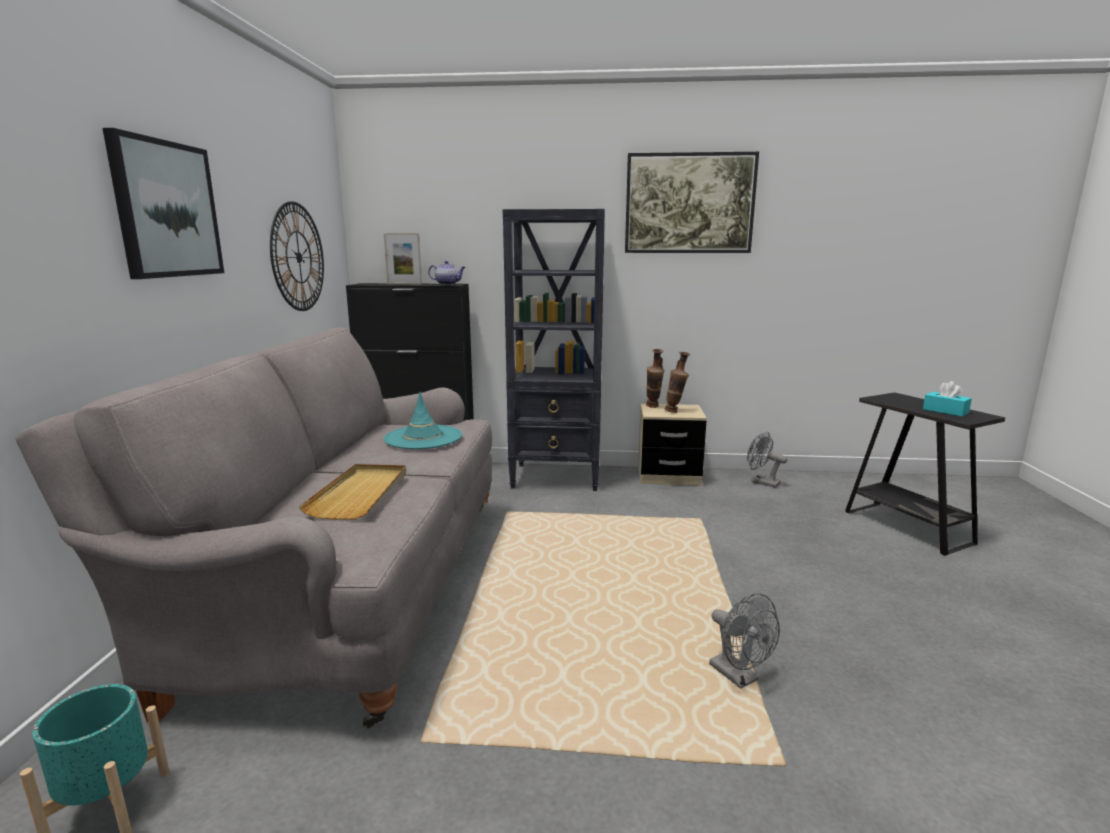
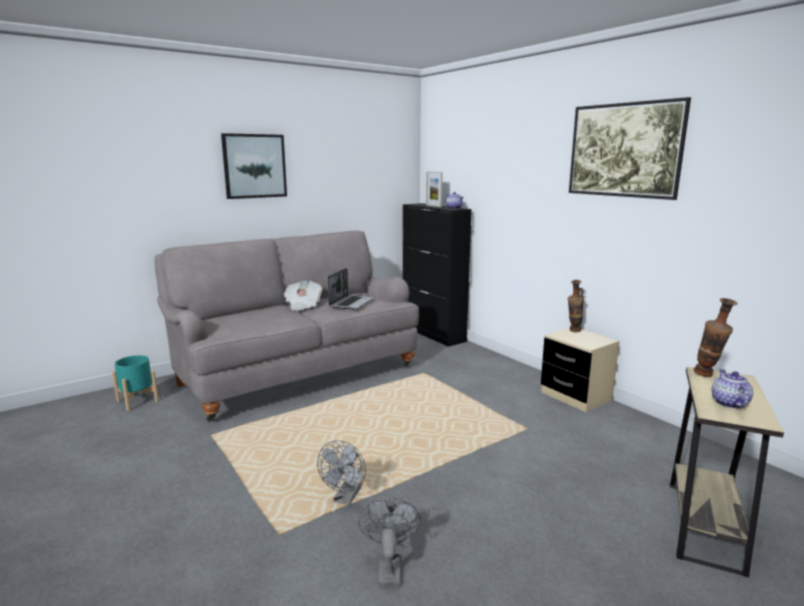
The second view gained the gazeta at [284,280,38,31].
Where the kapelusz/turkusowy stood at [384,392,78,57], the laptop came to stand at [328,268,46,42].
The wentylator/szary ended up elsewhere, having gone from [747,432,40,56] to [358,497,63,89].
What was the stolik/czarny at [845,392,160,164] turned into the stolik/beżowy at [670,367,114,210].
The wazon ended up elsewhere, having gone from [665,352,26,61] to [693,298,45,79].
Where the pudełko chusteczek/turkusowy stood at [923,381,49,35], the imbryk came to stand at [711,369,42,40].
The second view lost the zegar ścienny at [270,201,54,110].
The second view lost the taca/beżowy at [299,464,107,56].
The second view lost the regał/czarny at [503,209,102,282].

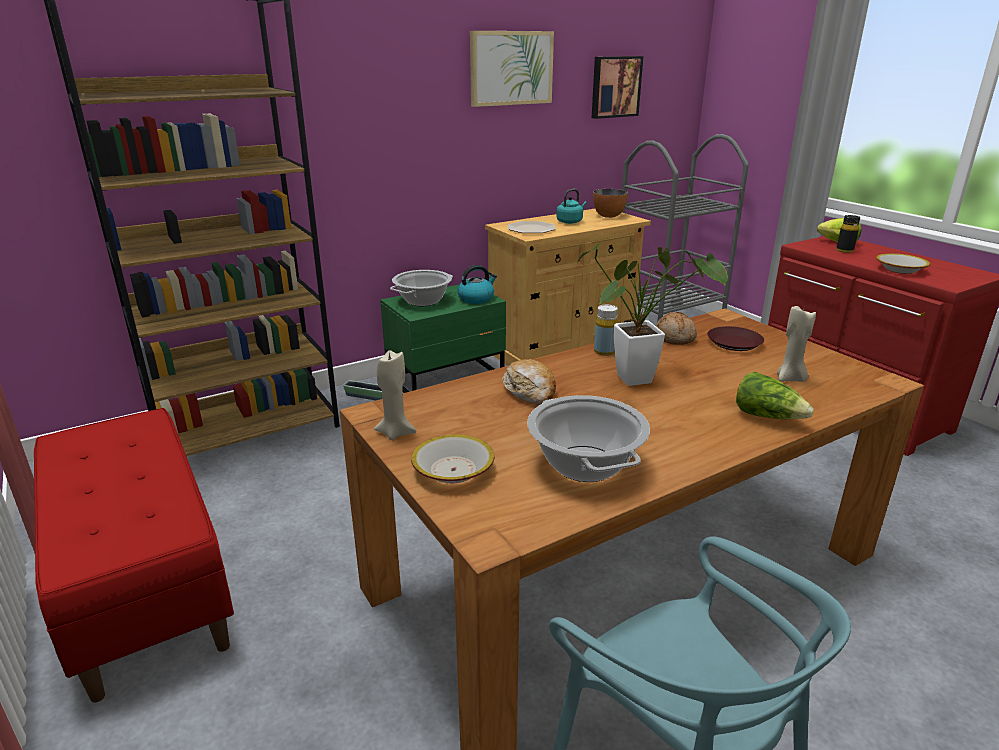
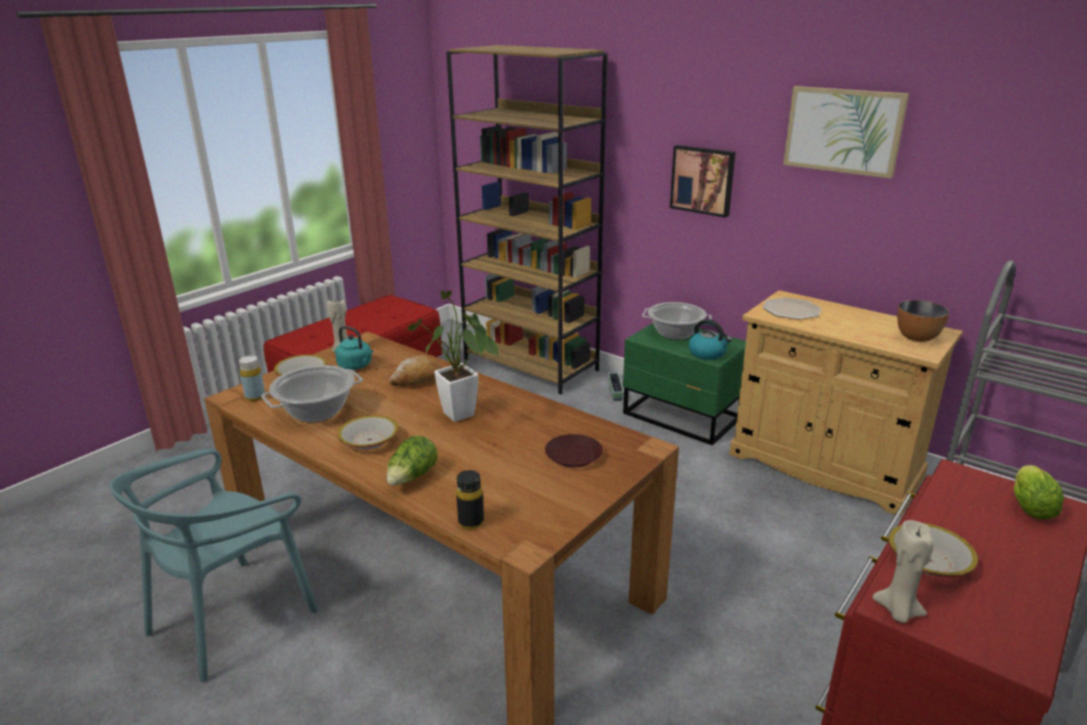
The butelka/żółty ended up elsewhere, having gone from [594,305,24,51] to [239,355,26,46].
The czajnik/turkusowy ended up elsewhere, having gone from [557,189,30,35] to [335,326,38,44].
The second view gained the miska at [337,415,61,35].
The butelka/czarny ended up elsewhere, having gone from [836,215,24,38] to [456,470,28,59].
The obraz ended up elsewhere, having gone from [592,56,51,63] to [670,145,65,73].
The świeca/beżowy ended up elsewhere, having gone from [777,306,39,76] to [872,520,61,103].
The second view lost the chleb at [656,312,41,33].

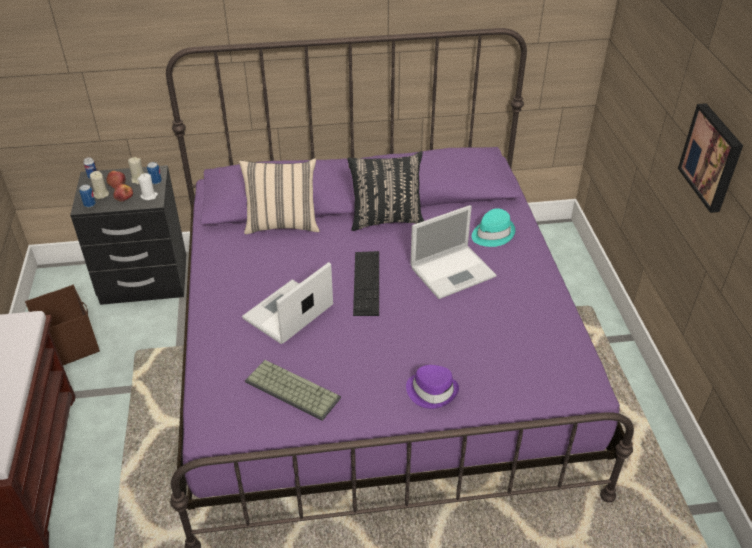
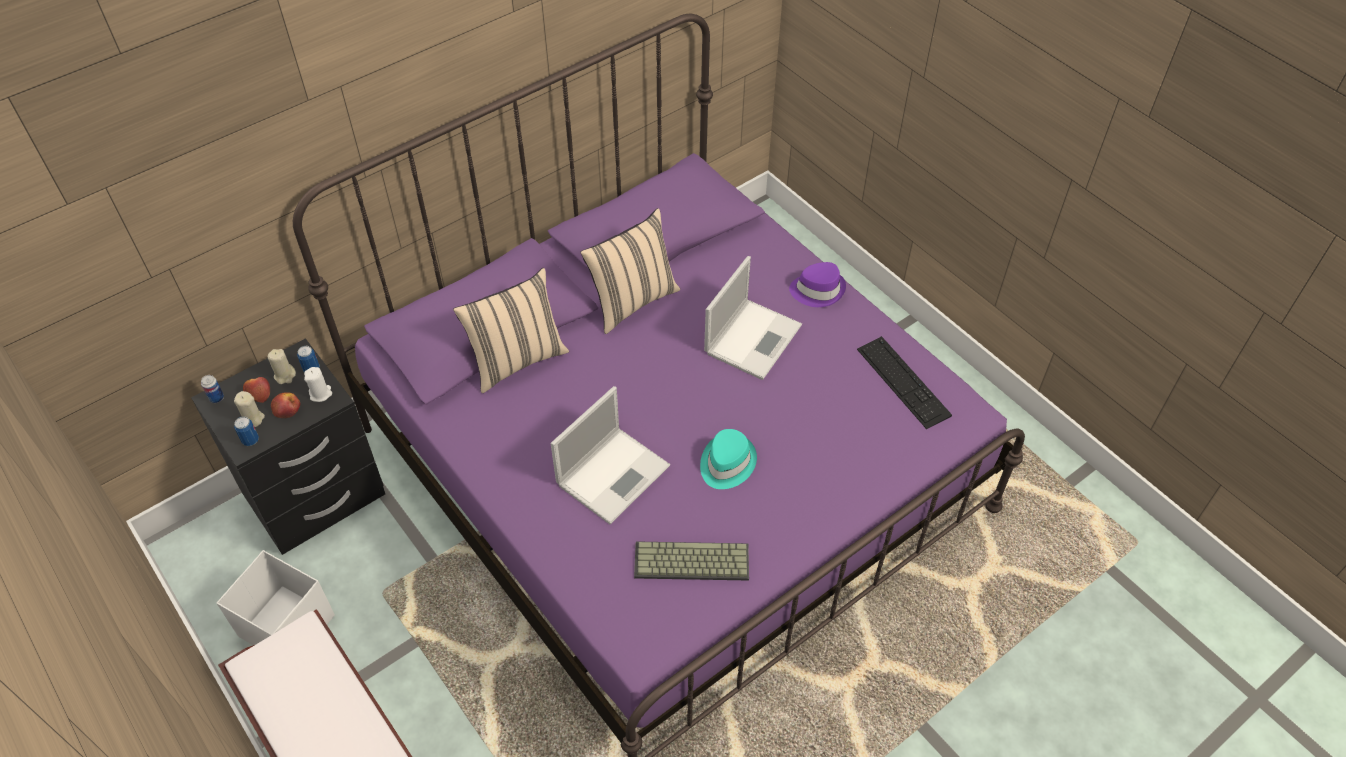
What was the pojemnik do przechowywania/brązowy at [25,285,75,80] turned into the pojemnik do przechowywania/biały at [217,550,118,95].
The laptop at [242,262,91,82] ended up facing another way, 150 degrees counterclockwise from before.
What was the poduszka/czarny at [347,151,77,80] turned into the poduszka/beżowy at [580,208,100,126].
The kapelusz/turkusowy ended up elsewhere, having gone from [472,208,43,39] to [700,429,57,60].
The kapelusz/fioletowy ended up elsewhere, having gone from [406,365,53,44] to [789,262,57,45].
The klawiatura ended up elsewhere, having gone from [353,251,26,65] to [857,336,95,93].
The second view lost the obraz at [678,103,65,110].

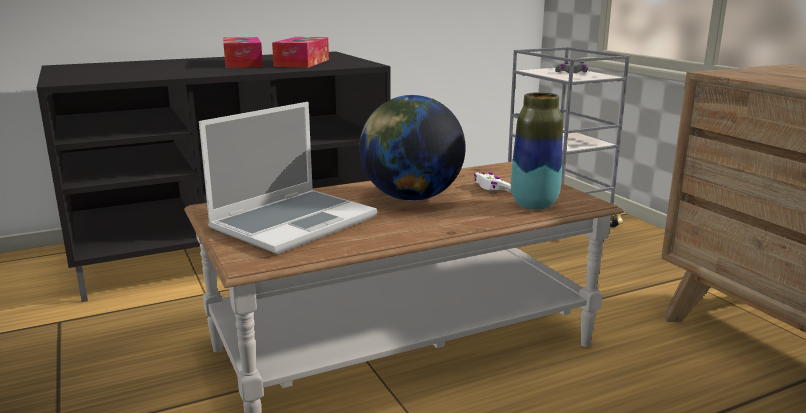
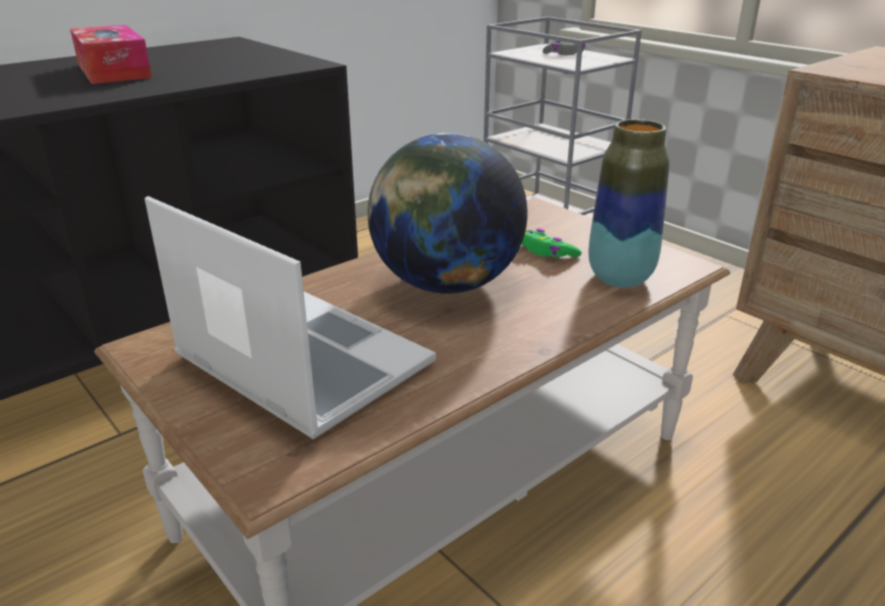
The laptop at [199,102,178,152] ended up facing another way, 75 degrees counterclockwise from before.
What was the pad do gier/biały at [474,172,38,21] turned into the pad do gier/zielony at [522,228,60,29].
The second view lost the pudełko chusteczek at [272,37,57,31].

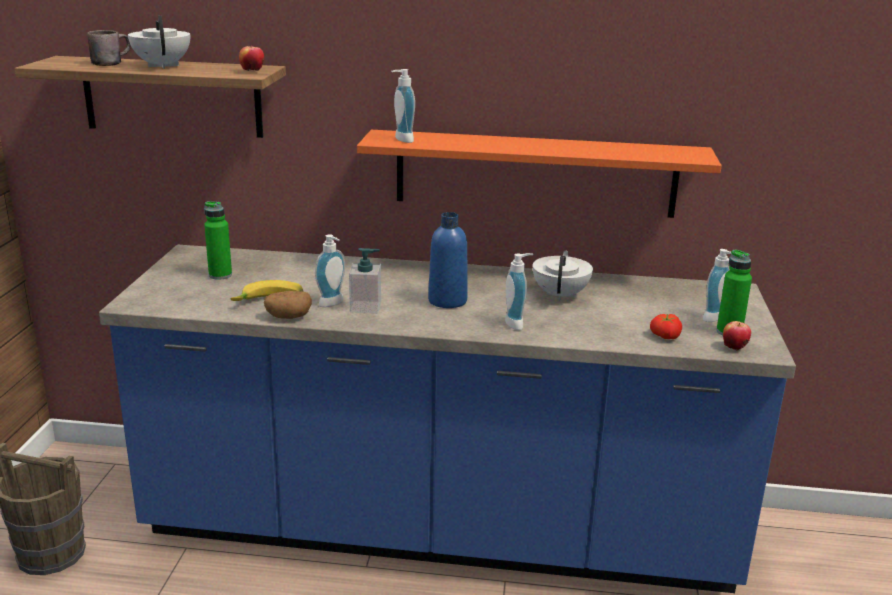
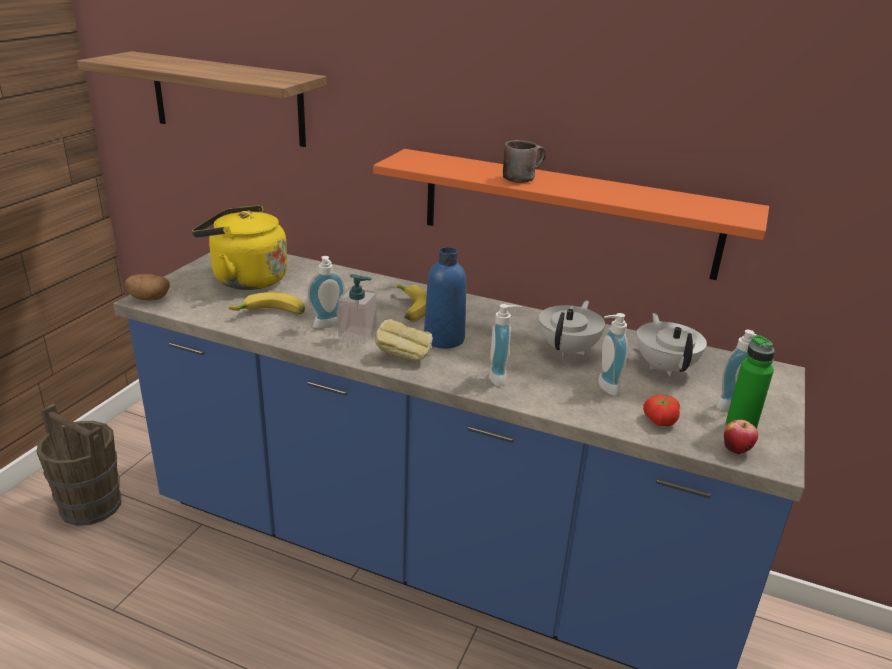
The ziemniak ended up elsewhere, having gone from [264,291,48,28] to [125,274,45,27].
Where the butelka/zielony stood at [204,201,28,79], the czajnik/żółty came to stand at [192,205,96,85].
The second view gained the chleb at [375,319,58,44].
The second view gained the banan at [397,282,30,39].
The kubek/brązowy ended up elsewhere, having gone from [87,30,44,36] to [503,140,43,43].
The dozownik mydła ended up elsewhere, having gone from [391,69,24,74] to [598,313,30,83].
The imbryk/biały ended up elsewhere, having gone from [128,16,62,53] to [637,313,70,63].
The second view lost the jabłko at [239,46,25,25].

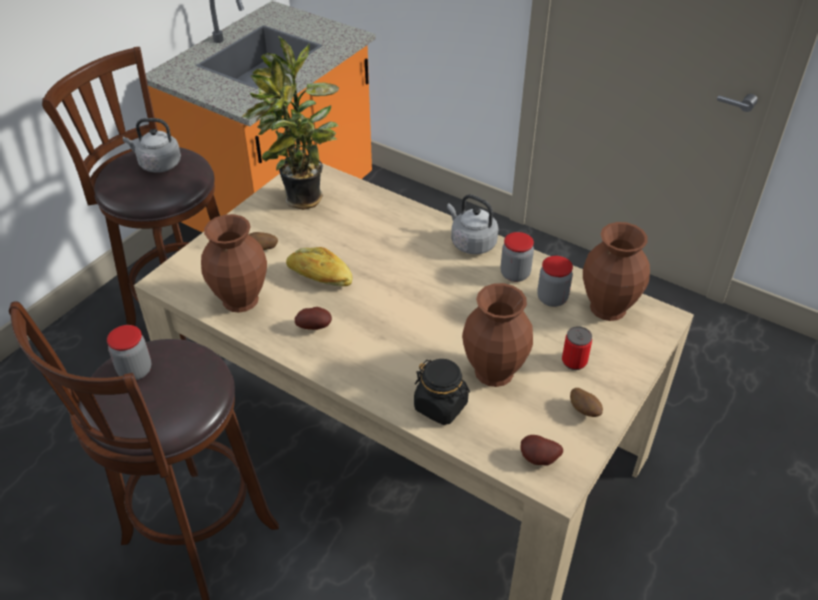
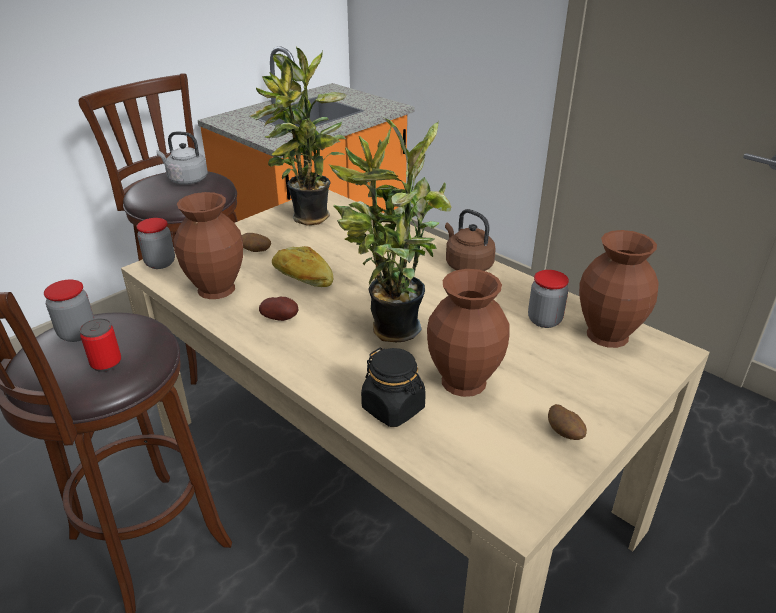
The puszka ended up elsewhere, having gone from [562,326,30,44] to [80,318,41,54].
The słoik ended up elsewhere, having gone from [500,232,34,50] to [136,218,39,51].
The second view gained the roślina doniczkowa at [329,117,122,225].
What was the czajnik/szary at [447,194,52,60] turned into the czajnik/brązowy at [445,209,51,62].
The second view lost the ziemniak at [520,435,43,31].

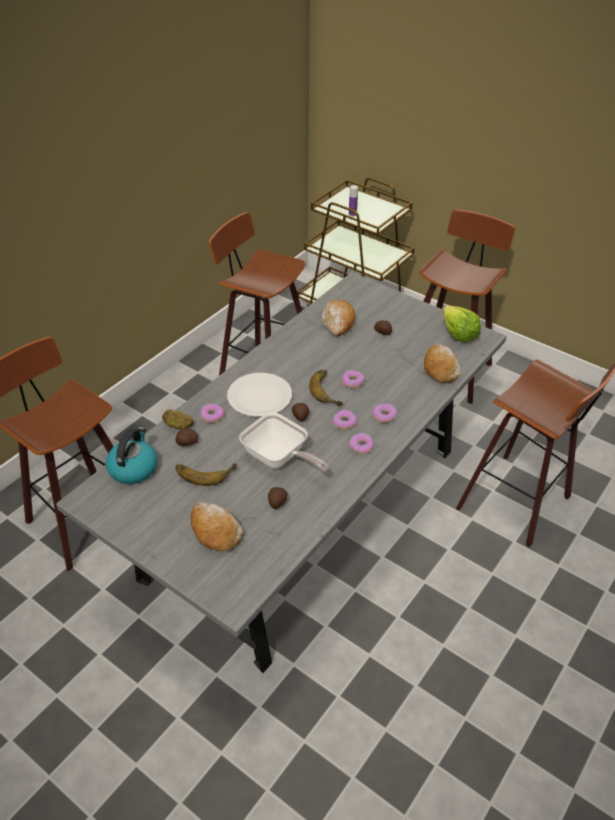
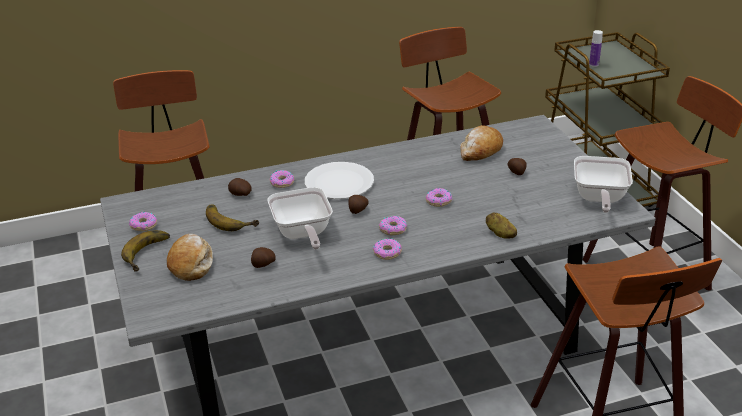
The banan ended up elsewhere, having gone from [309,370,34,36] to [121,230,49,41].
The donut ended up elsewhere, having gone from [373,403,24,20] to [129,212,28,19].
The ziemniak ended up elsewhere, having gone from [162,410,32,20] to [486,213,31,26].
Where the sałata stood at [443,305,38,37], the patelnia came to stand at [574,156,59,57].
The second view lost the czajnik at [106,427,51,57].
The second view lost the chleb at [424,344,36,39].

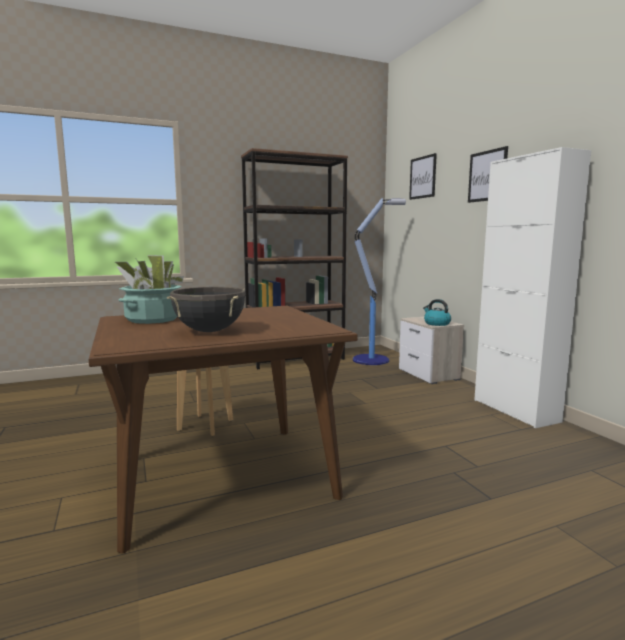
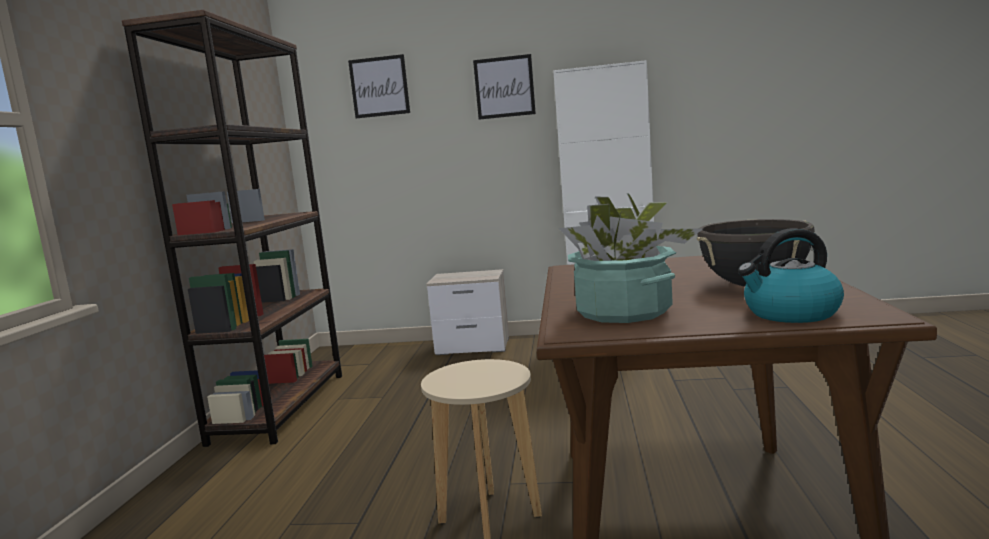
The czajnik ended up elsewhere, having gone from [423,299,28,27] to [738,228,106,95].
The second view lost the lampa stojąca at [353,198,53,167].

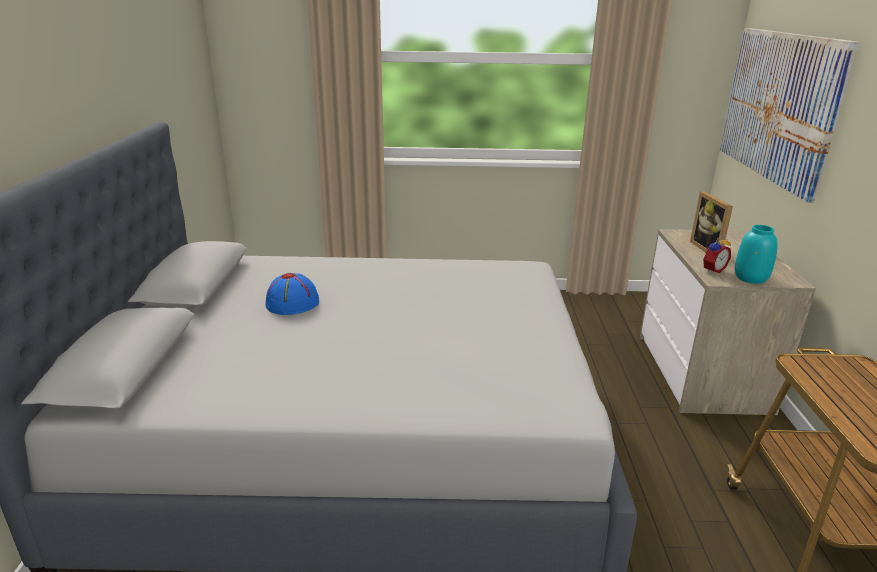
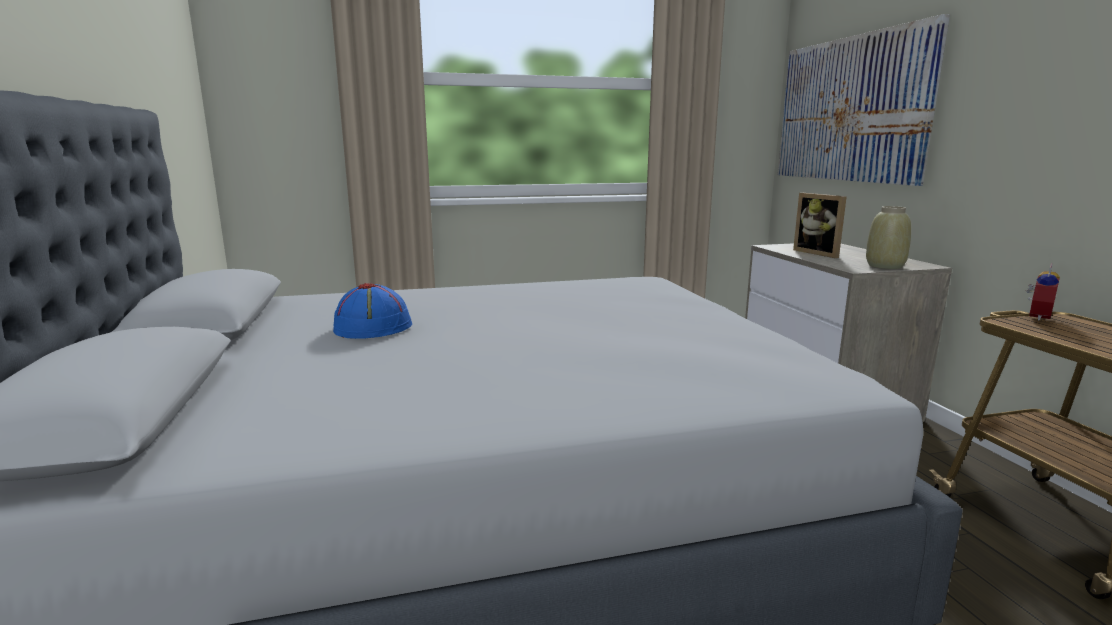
What was the wazon/turkusowy at [735,225,43,59] turned into the wazon/beżowy at [866,206,45,63].
The budzik ended up elsewhere, having gone from [703,235,28,38] to [1026,263,34,58].

